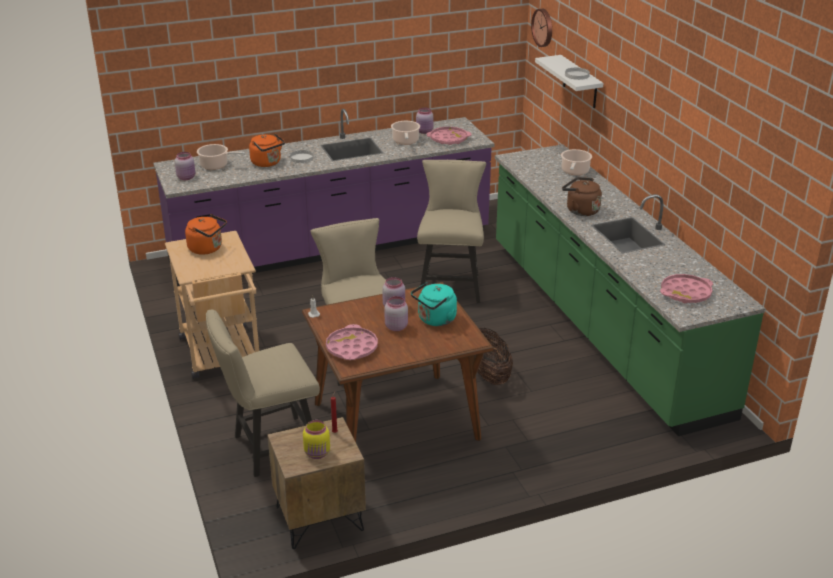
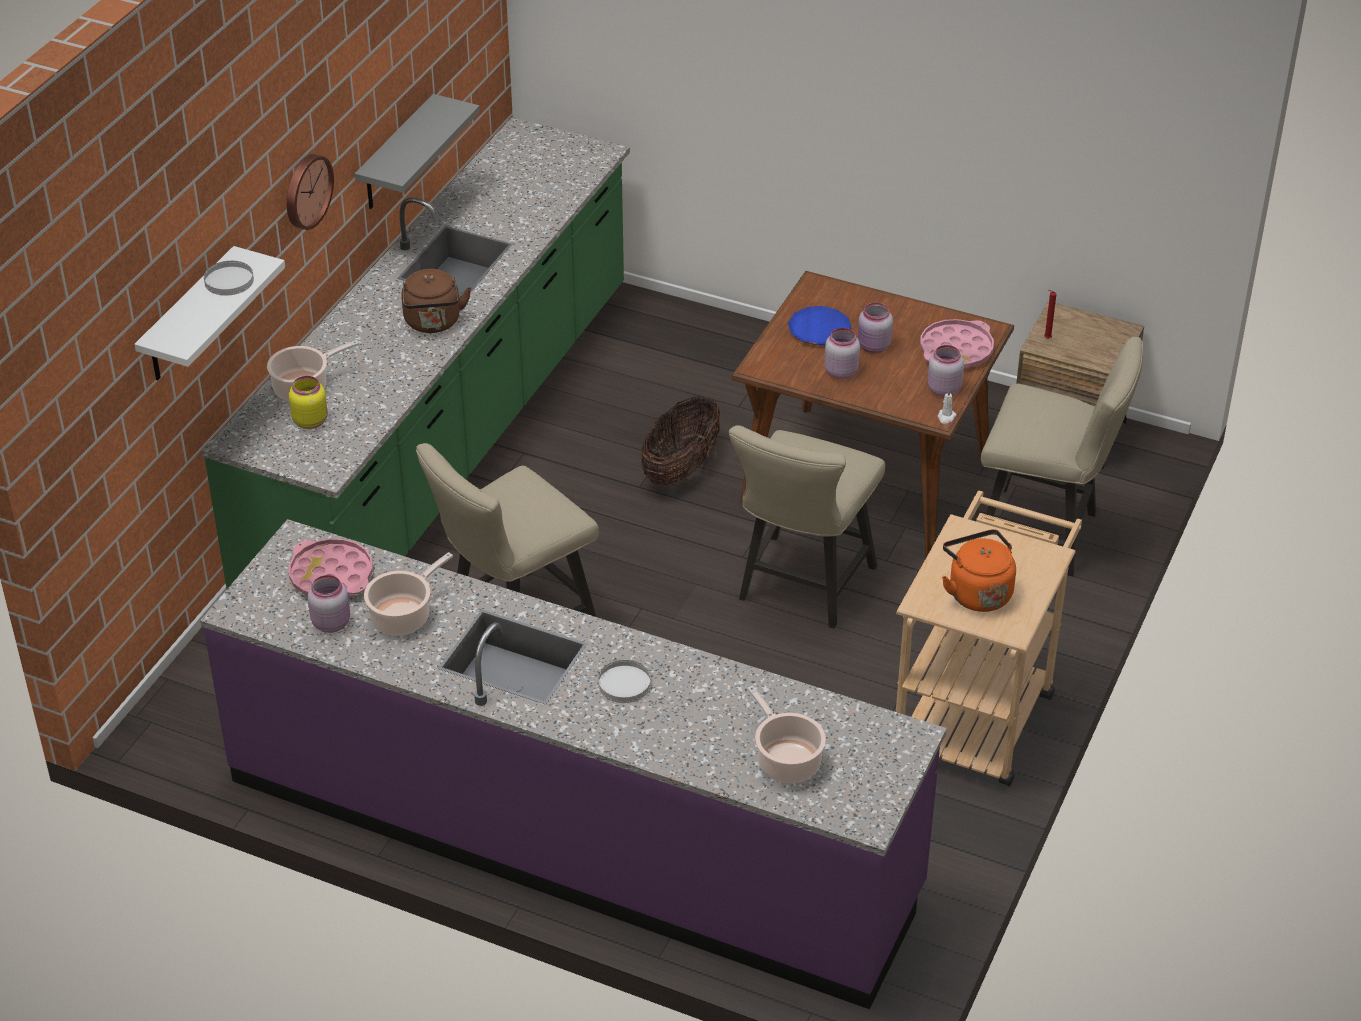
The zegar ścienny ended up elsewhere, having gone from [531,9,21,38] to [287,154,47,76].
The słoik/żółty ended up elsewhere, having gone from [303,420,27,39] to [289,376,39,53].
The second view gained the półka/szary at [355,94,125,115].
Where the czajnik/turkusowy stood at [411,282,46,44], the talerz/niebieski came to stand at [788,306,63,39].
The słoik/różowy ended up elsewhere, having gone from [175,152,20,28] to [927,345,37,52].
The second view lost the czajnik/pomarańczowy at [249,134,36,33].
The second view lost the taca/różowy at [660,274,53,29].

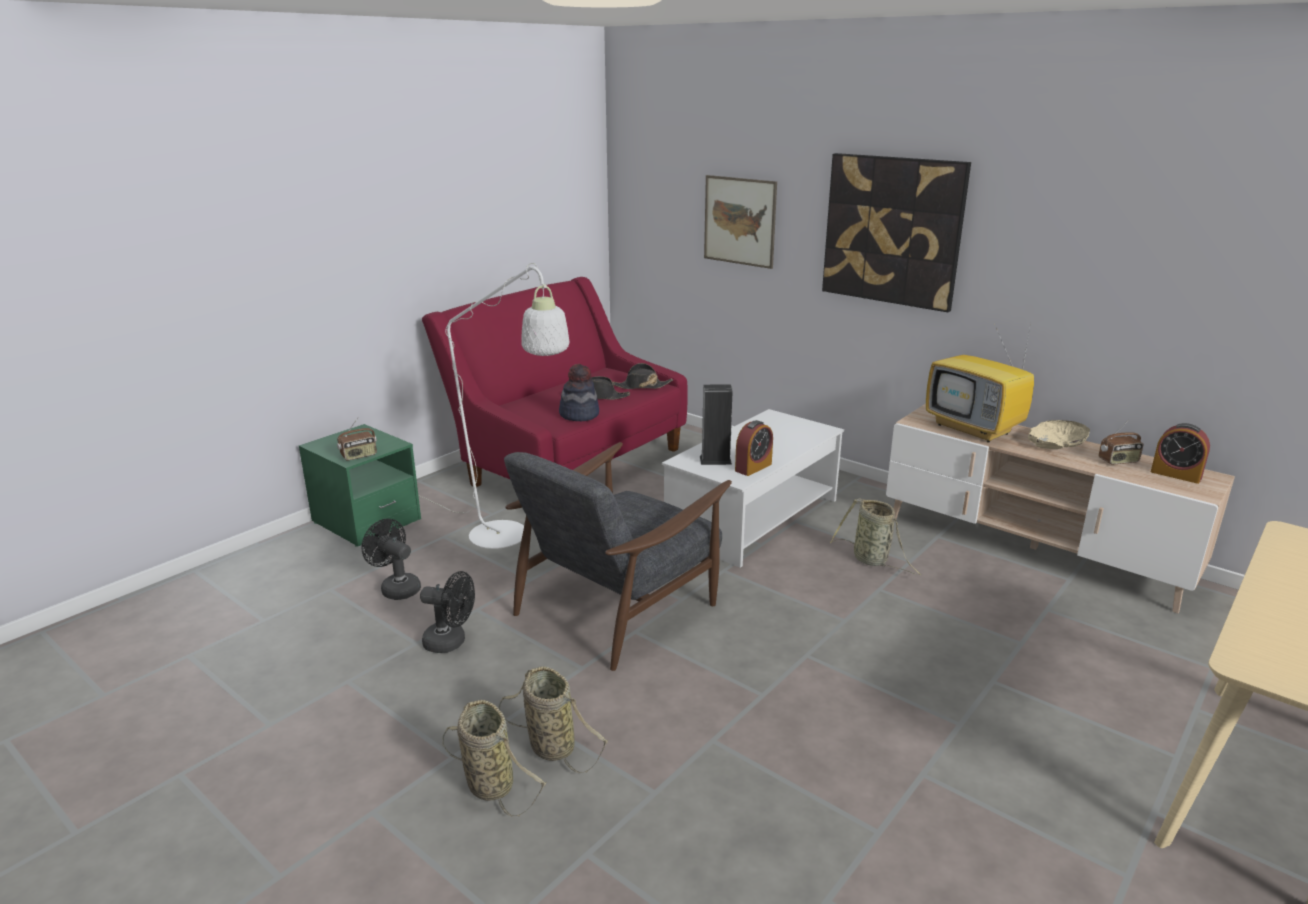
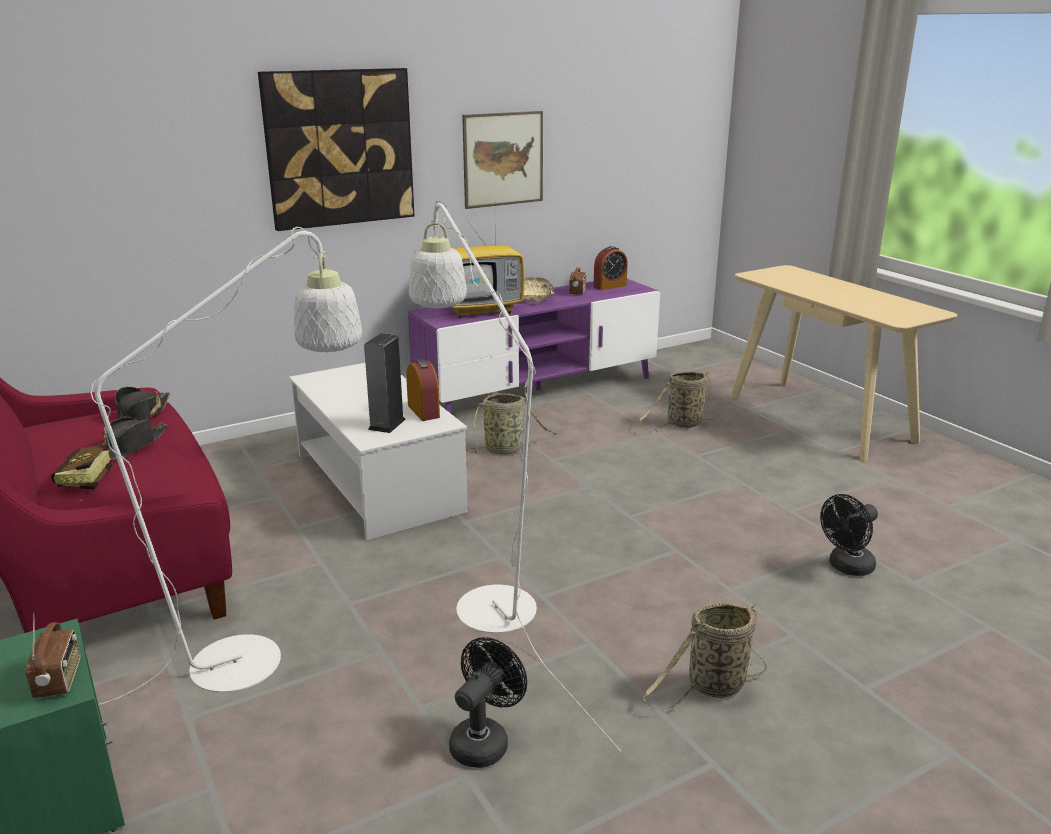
The second view gained the książka at [51,442,61,59].
What was the szafka pod telewizor/beżowy at [886,404,349,209] turned into the szafka pod telewizor/fioletowy at [408,279,252,134].
Where the fotel/szary stood at [504,442,228,229], the lampa stojąca/biały came to stand at [409,200,213,552].
The obraz ended up elsewhere, having gone from [704,175,73,94] to [462,111,81,98].
The koszyk ended up elsewhere, having gone from [442,700,105,117] to [637,371,80,59].
The wentylator/czarny ended up elsewhere, having gone from [361,518,60,82] to [820,494,58,82].
The second view lost the kapelusz at [559,364,40,57].

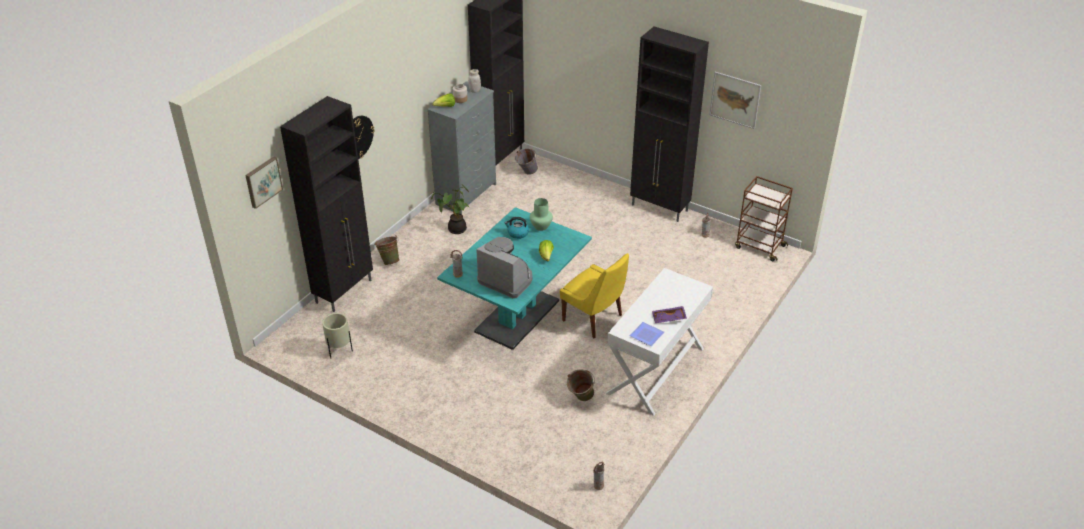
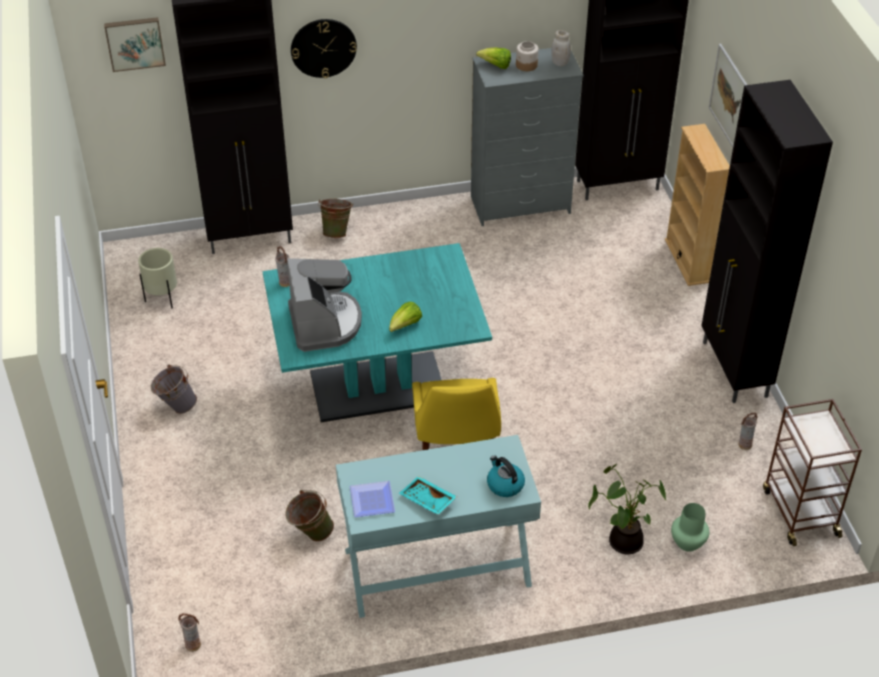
The wiadro/szary ended up elsewhere, having gone from [515,148,23,27] to [151,365,46,49].
What was the stolik konsolowy/biały at [606,268,107,148] turned into the stolik konsolowy/turkusowy at [336,435,205,183].
What was the taca/fioletowy at [652,306,35,17] turned into the taca/turkusowy at [399,476,58,39].
The czajnik ended up elsewhere, having gone from [505,217,24,22] to [487,455,38,42].
The roślina doniczkowa ended up elsewhere, having gone from [431,185,38,49] to [588,464,78,91].
The second view gained the regał/beżowy at [665,124,65,162].
The wazon/zielony ended up elsewhere, having gone from [530,198,23,33] to [671,503,39,49].
The obraz ended up elsewhere, having gone from [710,72,51,57] to [709,44,38,103].

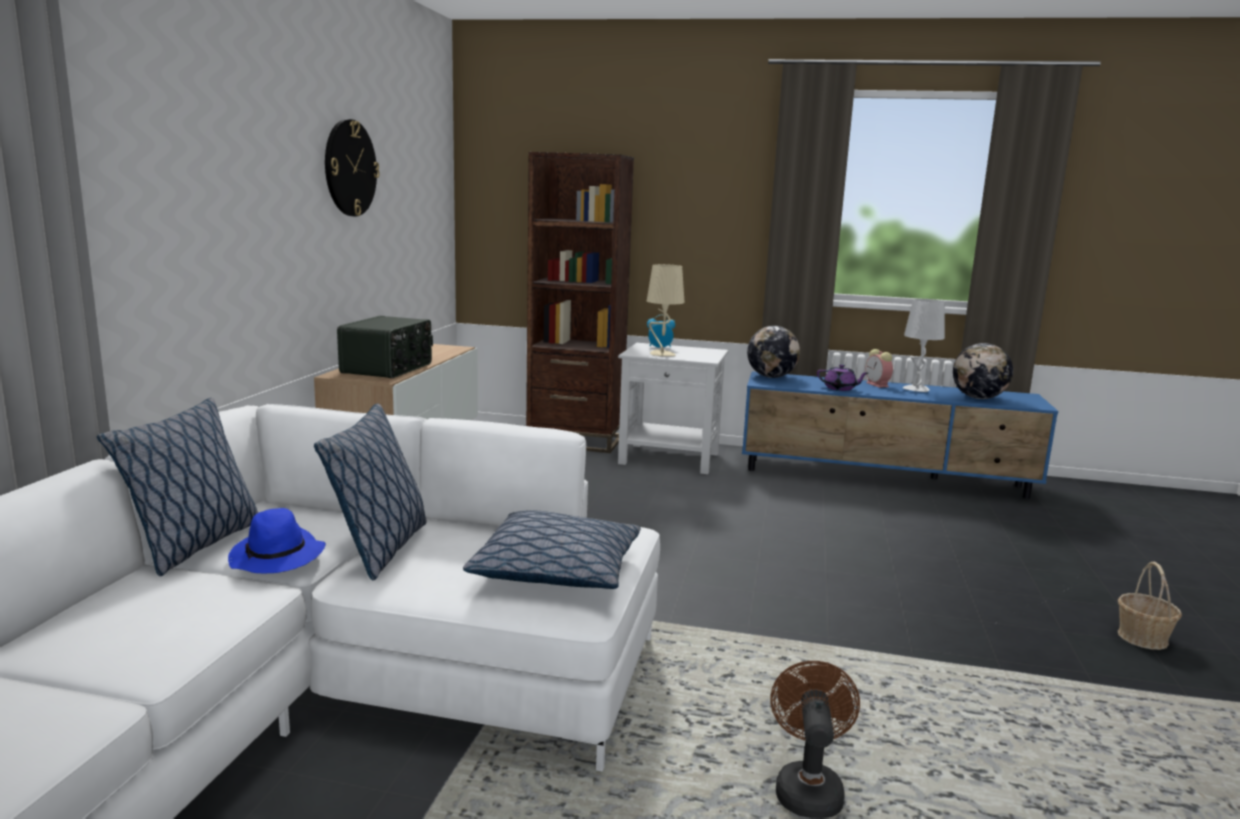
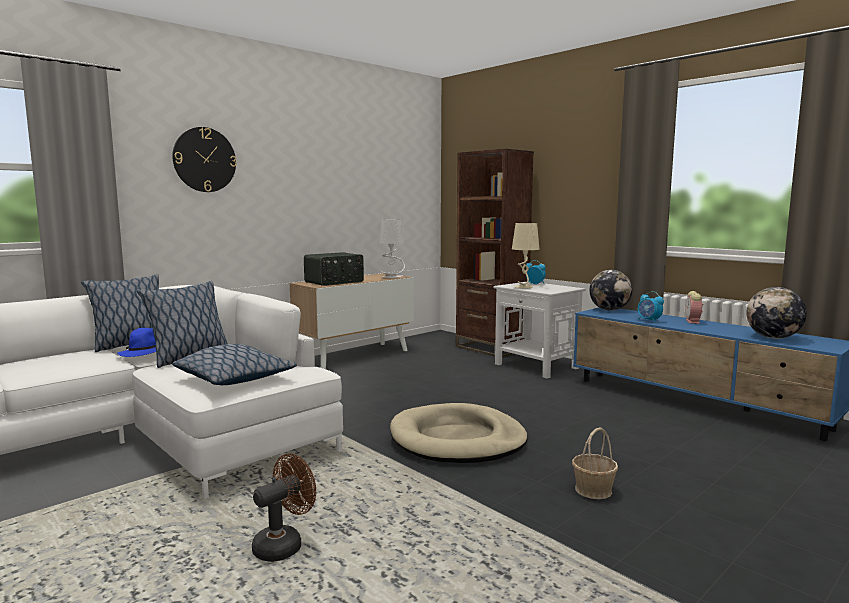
The zegar ścienny ended up elsewhere, having gone from [325,119,55,97] to [172,127,65,65].
The lampa stołowa/szary ended up elsewhere, having gone from [903,299,42,93] to [379,219,26,59].
The second view gained the legowisko/beżowy at [390,403,138,60].
The koszyk ended up elsewhere, having gone from [1118,562,64,88] to [572,427,46,72].
Where the imbryk/fioletowy stood at [817,364,51,27], the budzik came to stand at [638,291,26,32].

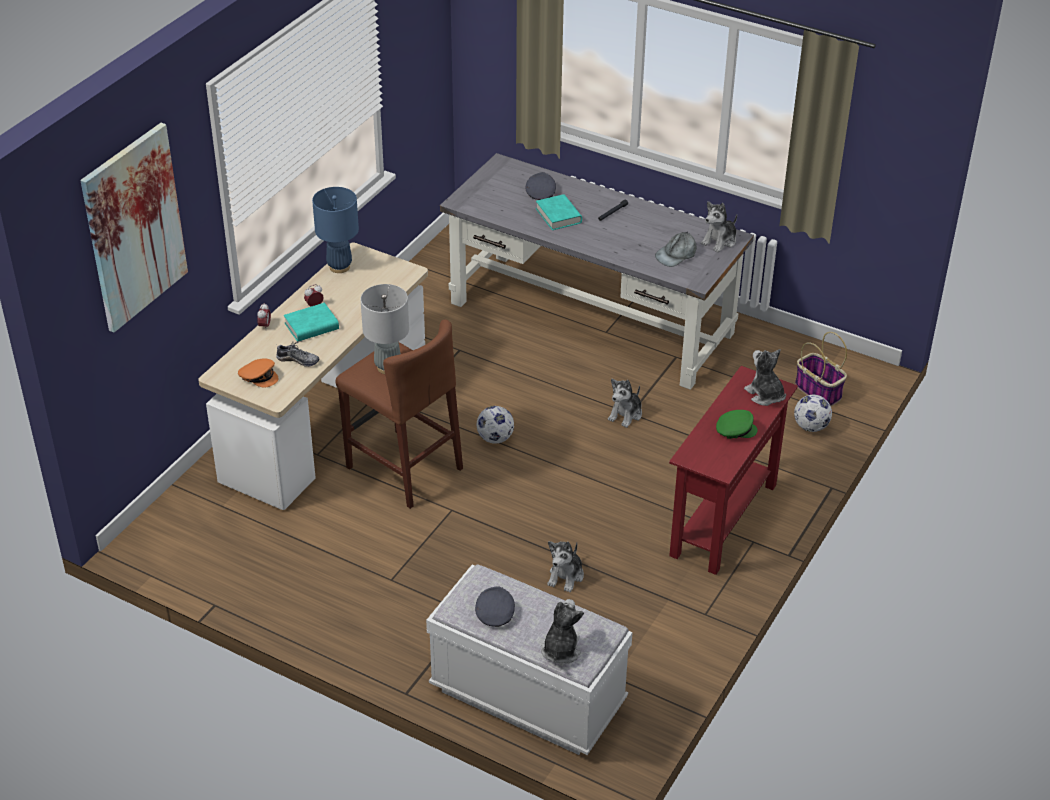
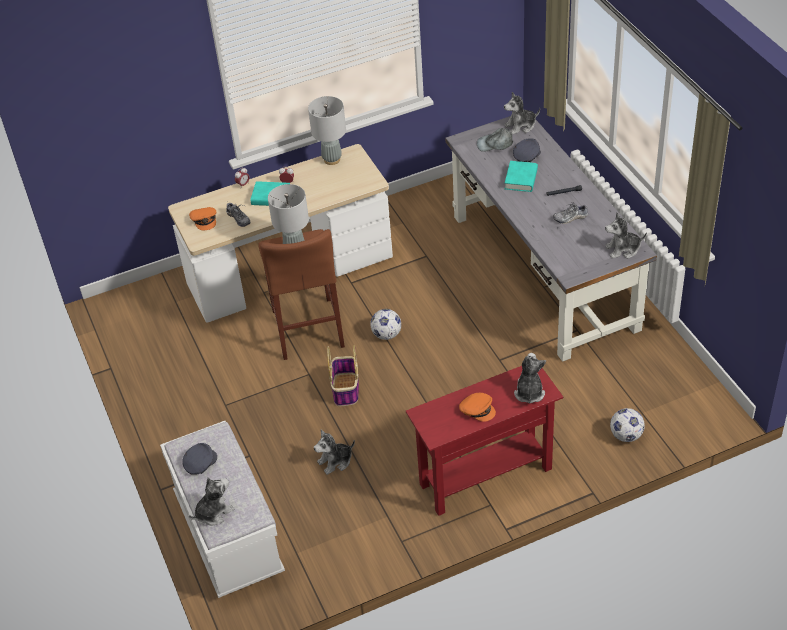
What was the lampa stołowa/niebieski at [312,187,47,86] turned into the lampa stołowa/szary at [308,96,38,69].
The koszyk ended up elsewhere, having gone from [795,332,52,74] to [327,345,32,61].
What was the czapka z daszkiem/zielony at [716,410,42,29] turned into the czapka z daszkiem/pomarańczowy at [459,393,37,29].
The czapka z daszkiem/szary ended up elsewhere, having gone from [655,232,41,35] to [477,128,36,24].
The pluszak ended up elsewhere, having gone from [608,379,34,49] to [504,92,36,43].
The second view gained the but at [553,202,35,22].
The second view lost the obraz at [80,123,108,209].

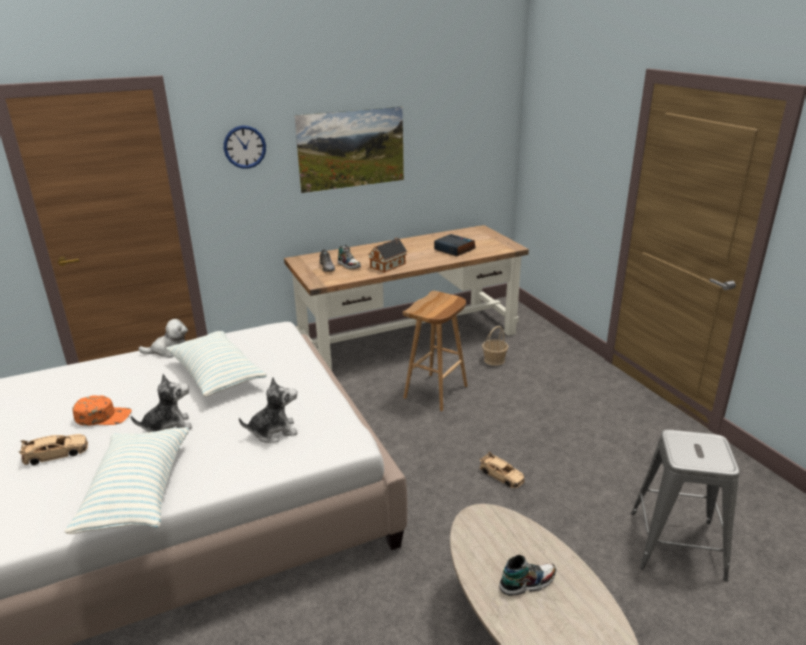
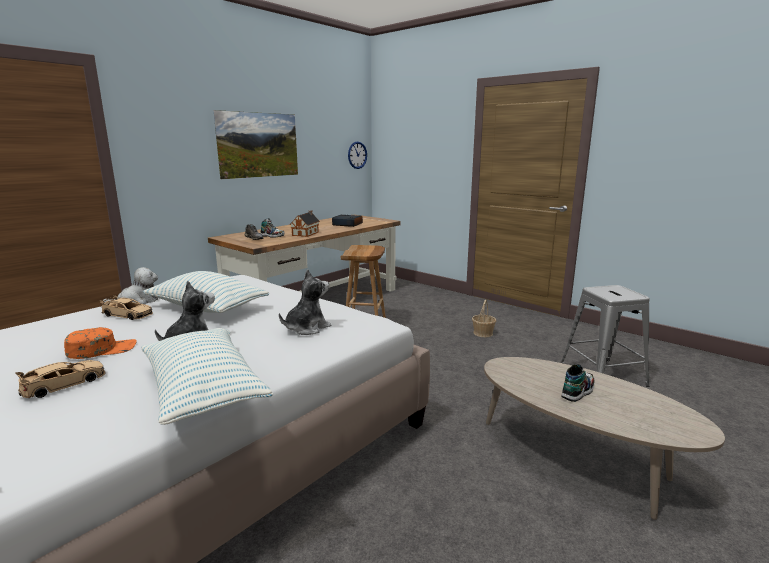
The samochodzik/beżowy ended up elsewhere, having gone from [480,451,45,37] to [100,295,53,25].
The zegar ścienny ended up elsewhere, having gone from [224,125,42,44] to [348,141,19,28].
The koszyk ended up elsewhere, having gone from [482,326,26,40] to [472,300,24,37].

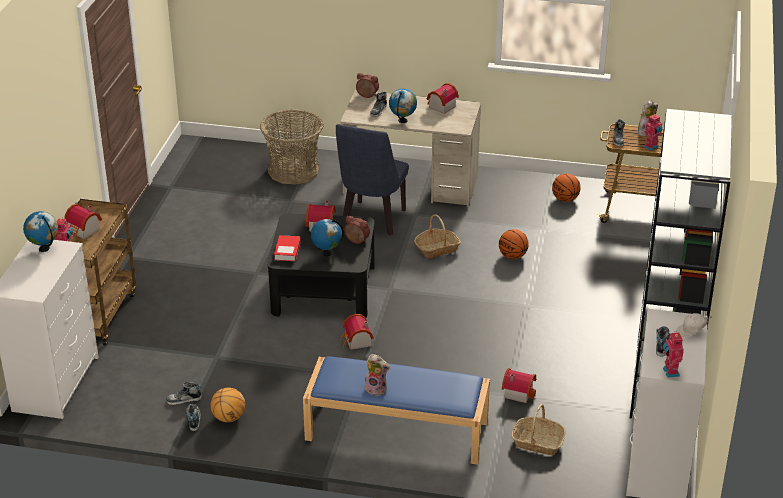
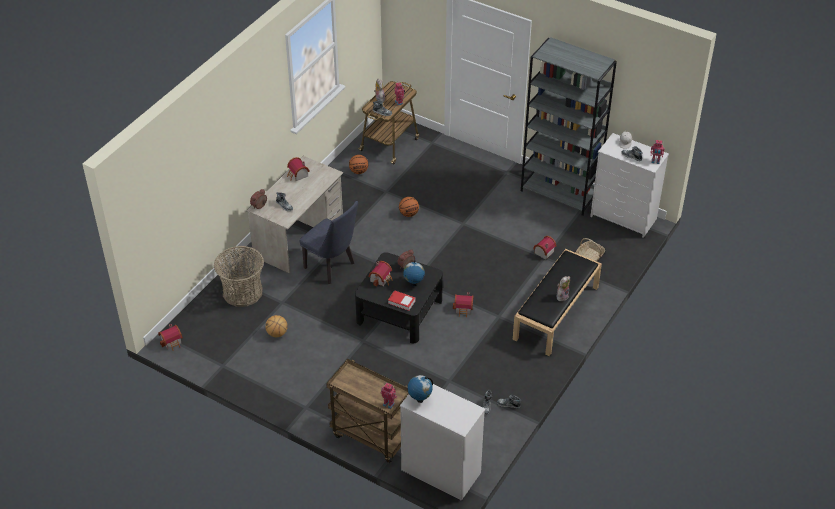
The domek ended up elsewhere, having gone from [64,204,38,36] to [158,324,25,27].
The piłka do koszykówki ended up elsewhere, having gone from [211,388,34,34] to [265,315,23,22].
What was the ławka/niebieski at [303,356,187,109] turned into the ławka/czarny at [513,249,89,107].
The second view lost the globus at [389,89,28,34].
The second view lost the koszyk at [414,214,47,44].

